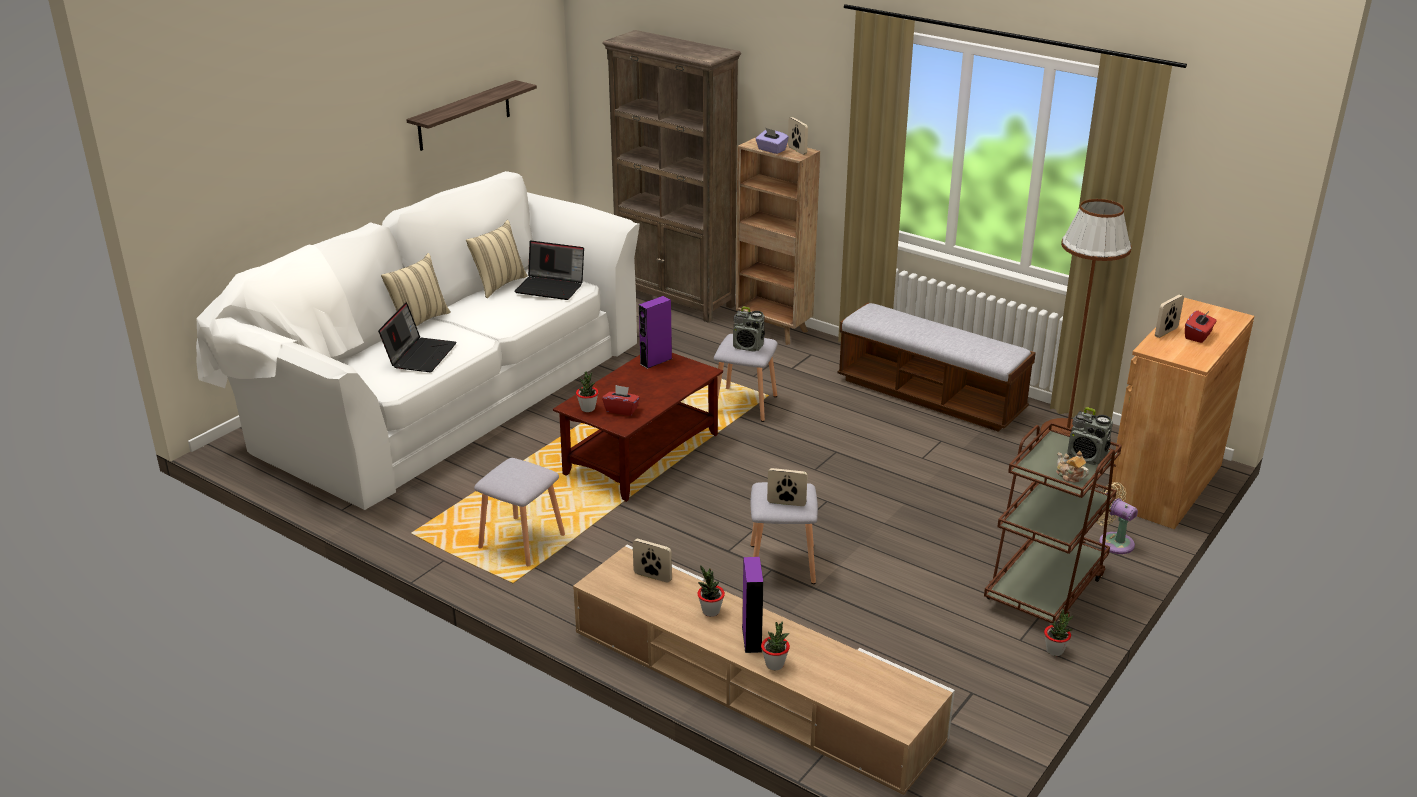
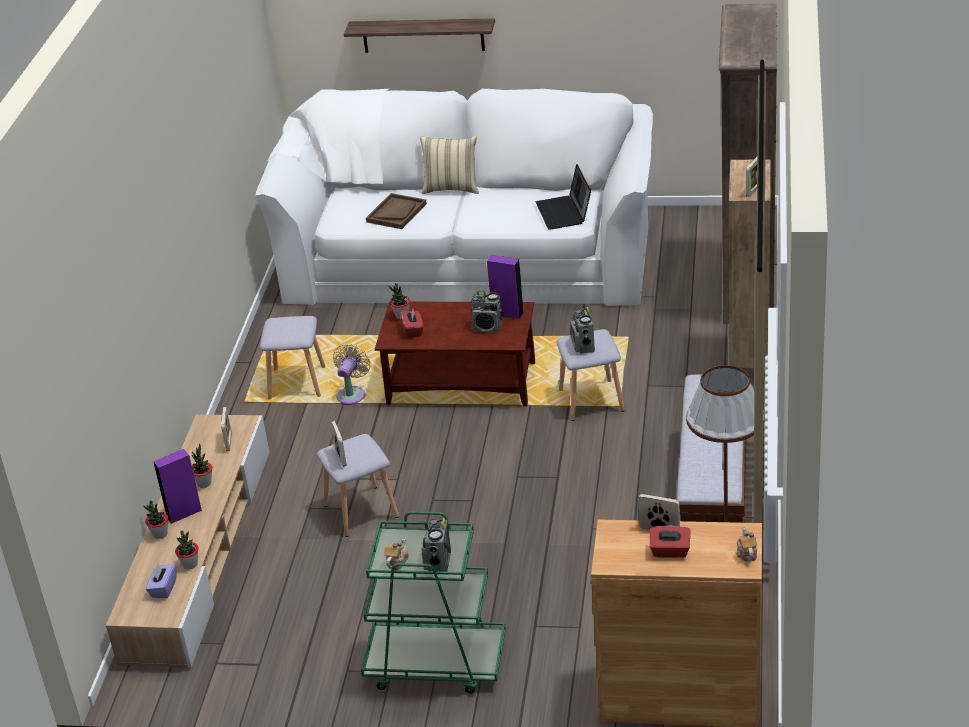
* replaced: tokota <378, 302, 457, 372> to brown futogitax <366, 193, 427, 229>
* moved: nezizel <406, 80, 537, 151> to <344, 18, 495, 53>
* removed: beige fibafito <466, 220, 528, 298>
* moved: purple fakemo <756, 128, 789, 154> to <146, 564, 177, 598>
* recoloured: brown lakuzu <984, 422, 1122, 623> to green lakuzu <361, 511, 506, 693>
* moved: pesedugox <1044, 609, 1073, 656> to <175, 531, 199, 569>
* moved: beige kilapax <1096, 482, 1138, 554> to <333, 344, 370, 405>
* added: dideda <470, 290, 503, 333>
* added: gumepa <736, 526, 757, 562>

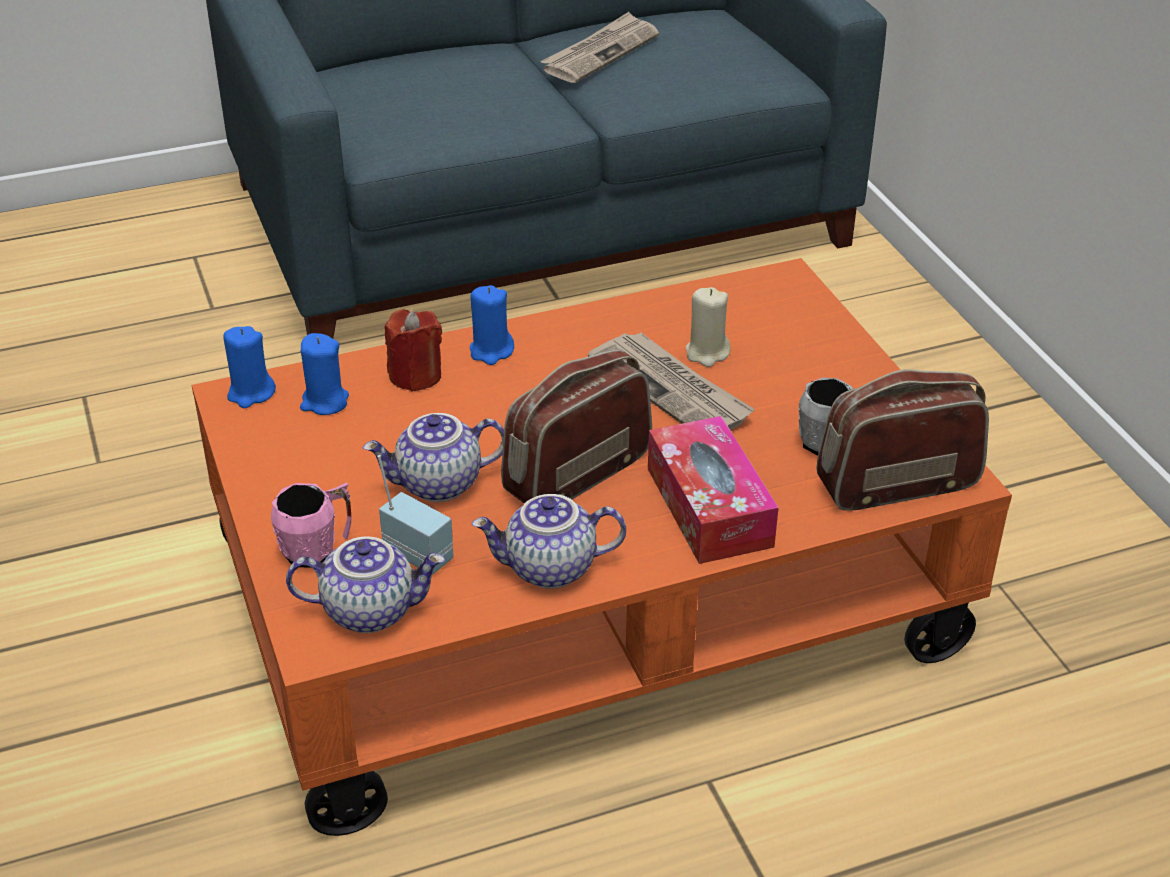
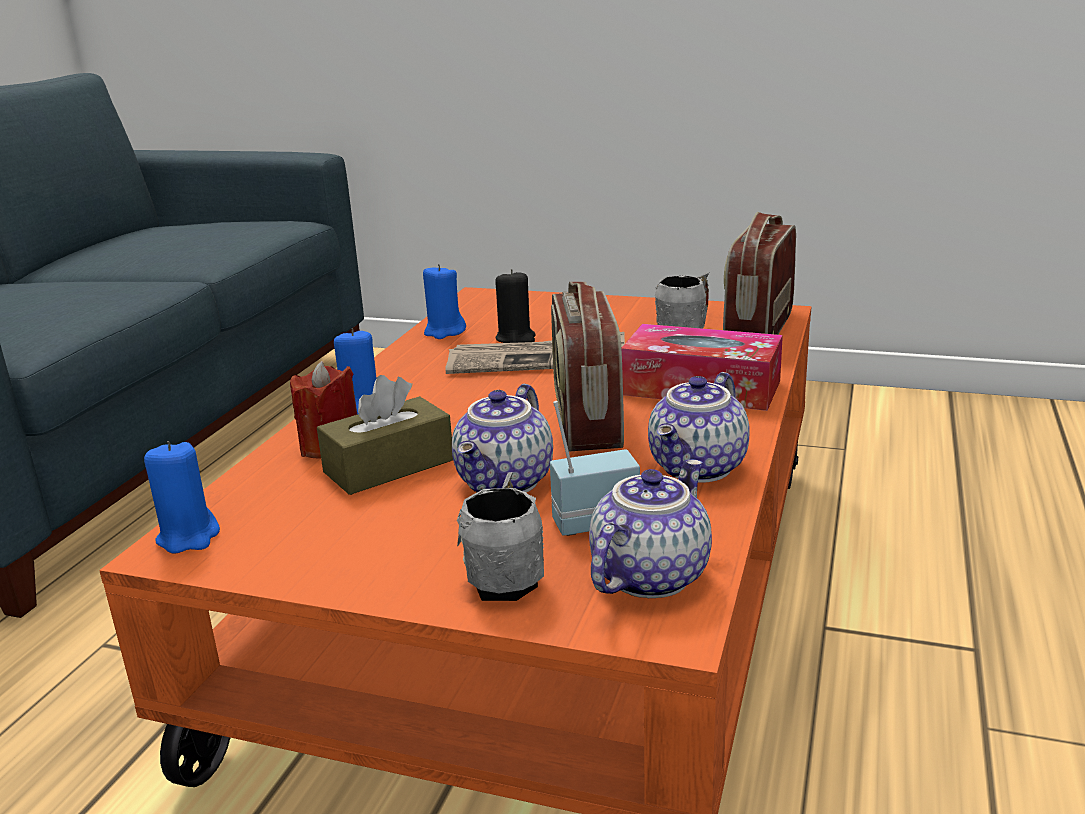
* recoloured: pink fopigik <271, 483, 351, 568> to grey fopigik <457, 472, 544, 601>
* moved: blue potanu <300, 333, 349, 415> to <423, 264, 466, 339>
* removed: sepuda <540, 12, 659, 83>
* recoloured: beige potanu <686, 287, 731, 367> to black potanu <495, 269, 535, 343>
* added: brown fakemo <317, 375, 453, 495>

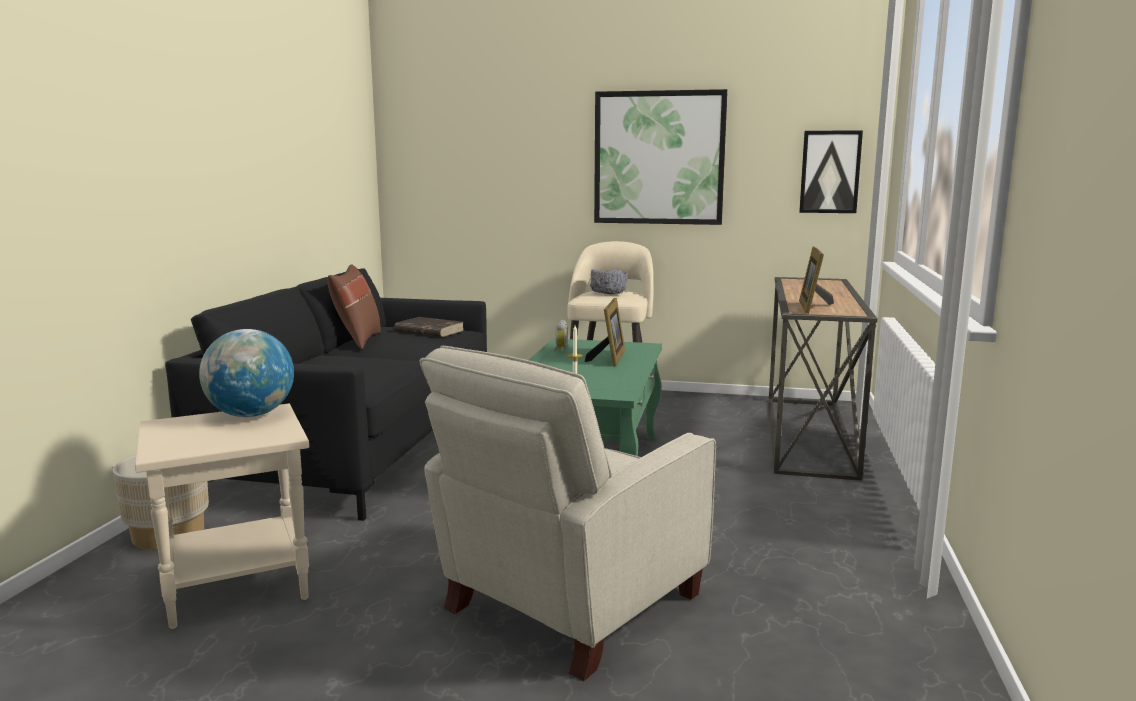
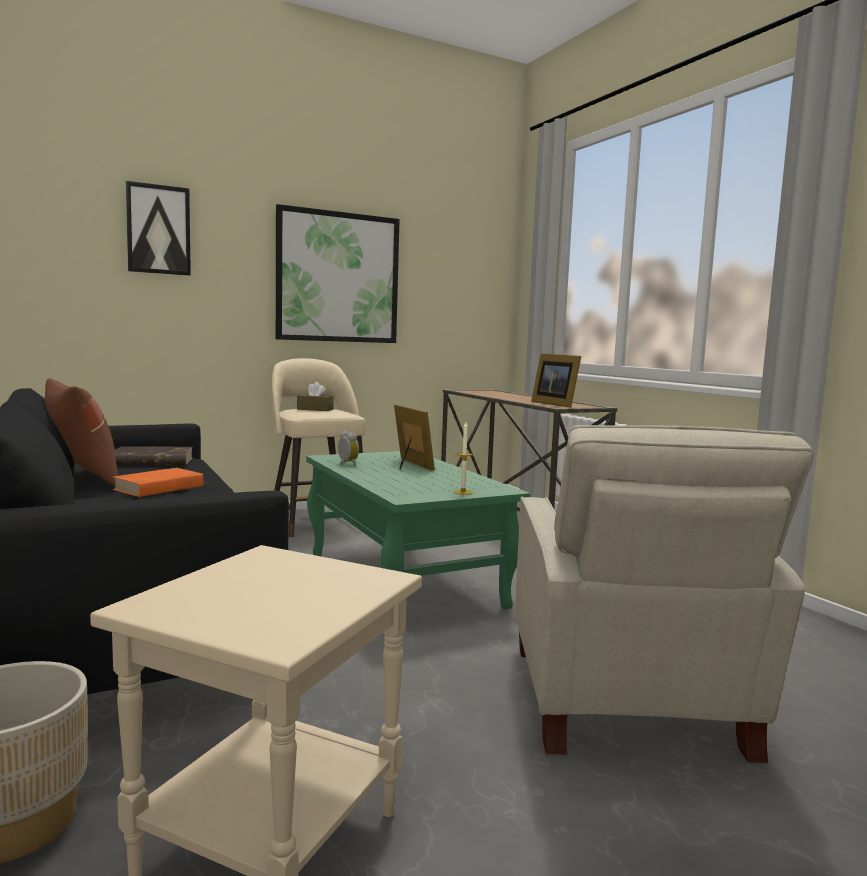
* removed: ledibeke <199, 329, 294, 417>
* replaced: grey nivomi <590, 269, 628, 295> to brown fakemo <297, 382, 334, 411>
* moved: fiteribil <799, 130, 863, 213> to <126, 181, 191, 276>
* added: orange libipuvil <113, 468, 207, 497>

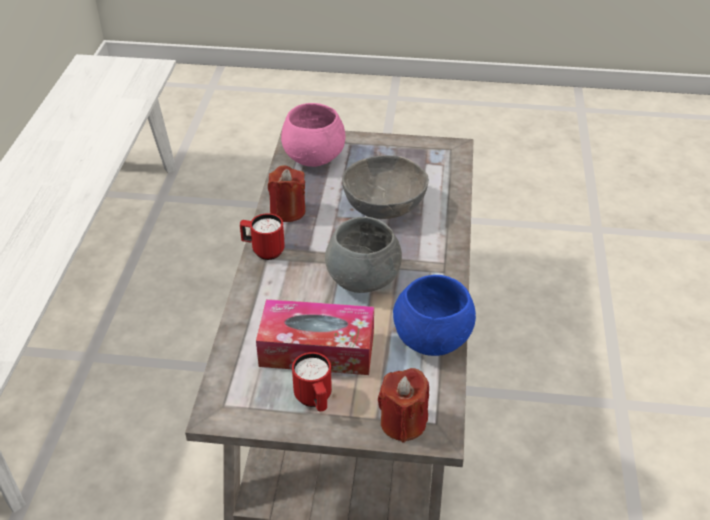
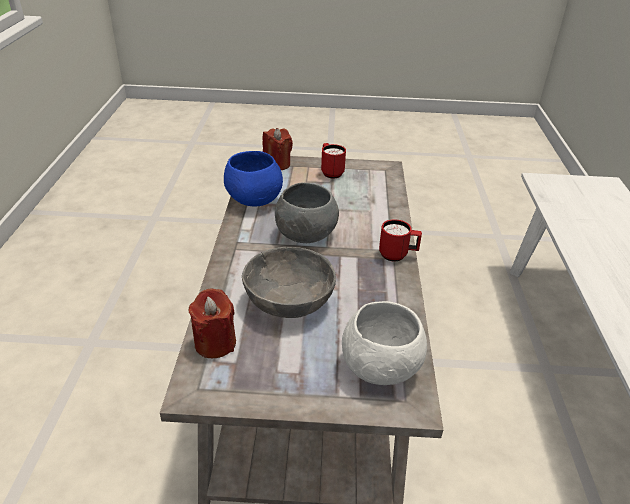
* removed: fakemo <256, 299, 374, 375>
* moved: red potanu <268, 165, 305, 222> to <189, 288, 236, 358>
* recoloured: pink nivomi <281, 103, 345, 167> to white nivomi <342, 301, 427, 385>

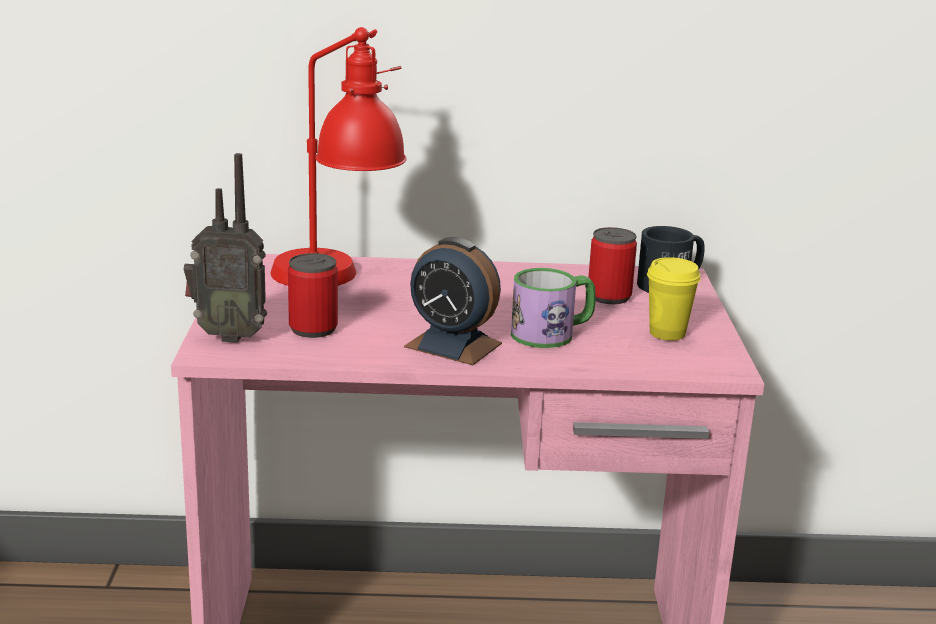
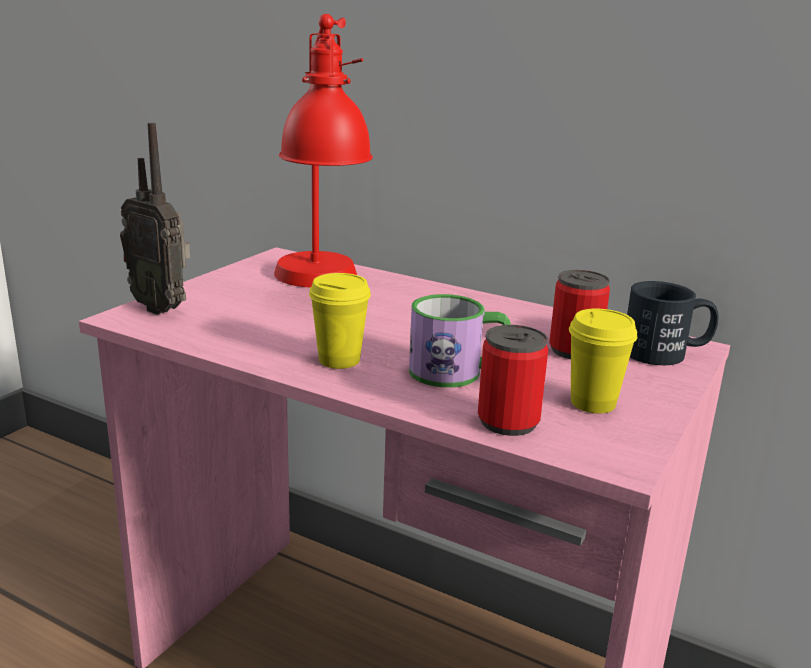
* moved: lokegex <288, 253, 338, 338> to <478, 325, 548, 436>
* replaced: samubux <404, 237, 502, 365> to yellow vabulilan <309, 273, 371, 369>

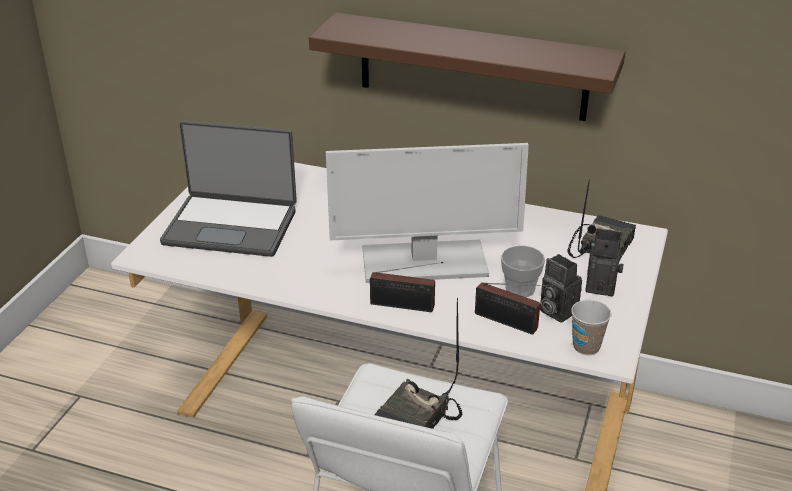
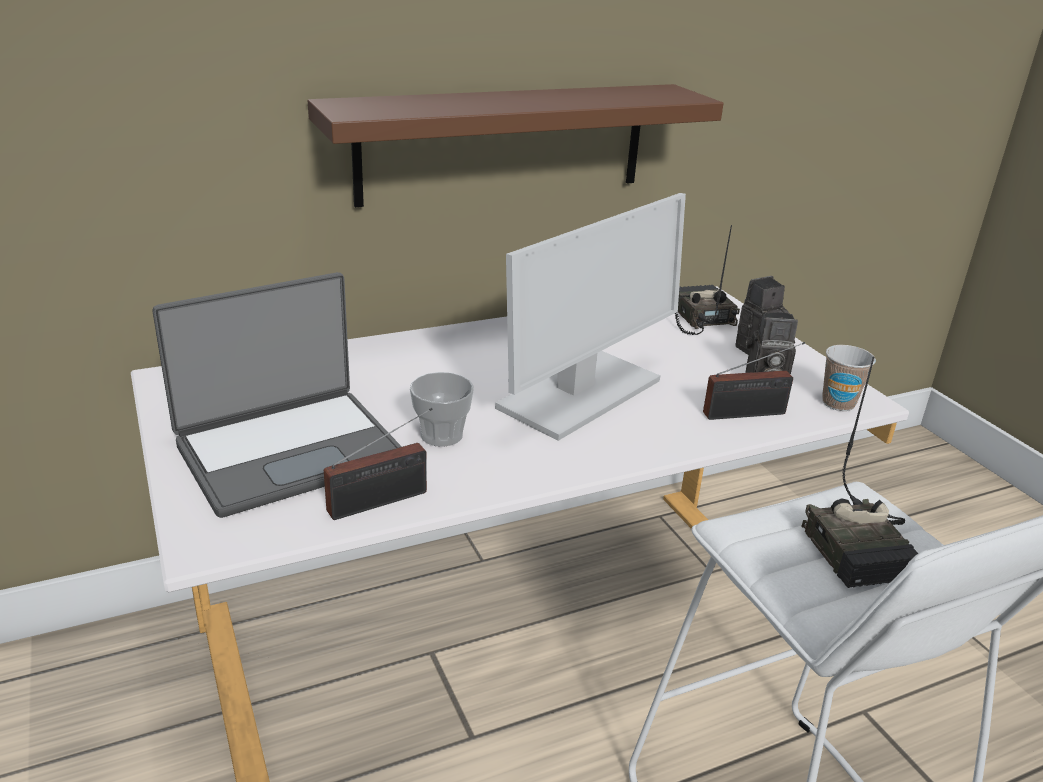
* moved: dideda <370, 262, 443, 312> to <324, 408, 433, 520>
* moved: vabulilan <501, 245, 545, 297> to <410, 372, 474, 447>

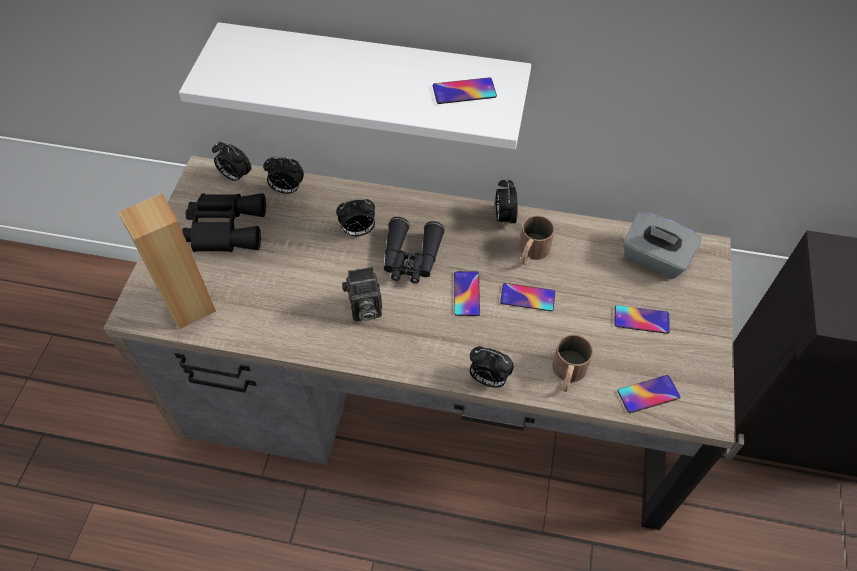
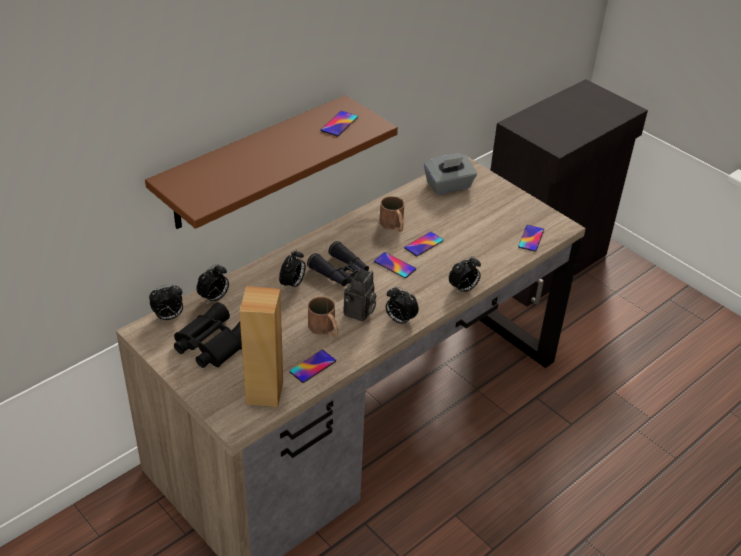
* recoloured: white nezizel <179, 22, 531, 149> to brown nezizel <145, 95, 398, 229>
* moved: samubux <495, 179, 518, 228> to <386, 286, 419, 325>
* moved: brown fopigik <552, 334, 593, 392> to <308, 297, 338, 337>
* moved: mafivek <614, 305, 670, 334> to <289, 350, 336, 383>

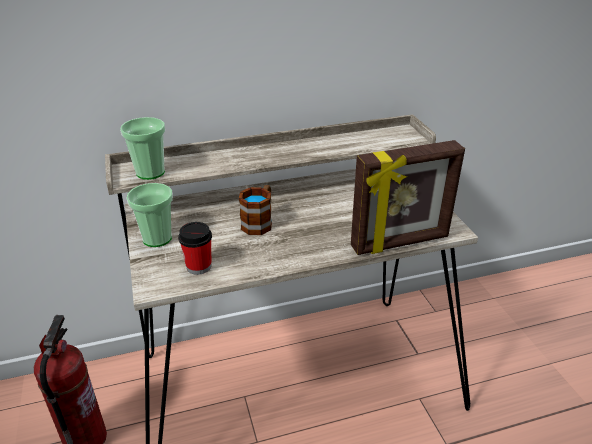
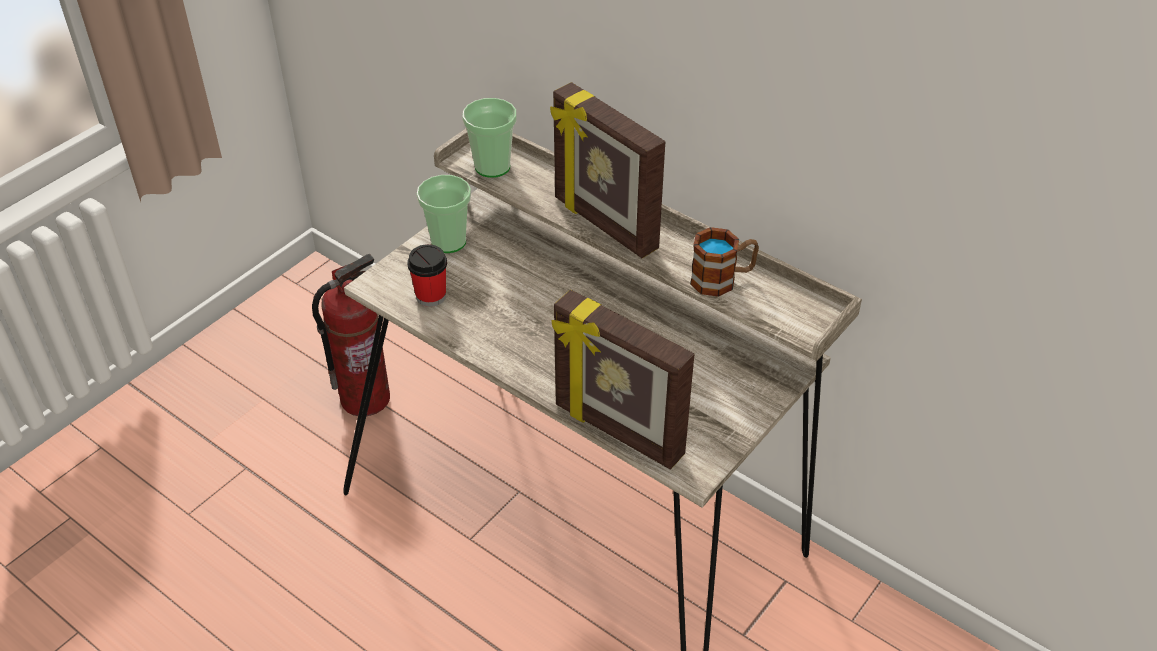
* moved: fopigik <239, 185, 272, 235> to <690, 227, 759, 297>
* added: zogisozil <550, 82, 665, 258>

